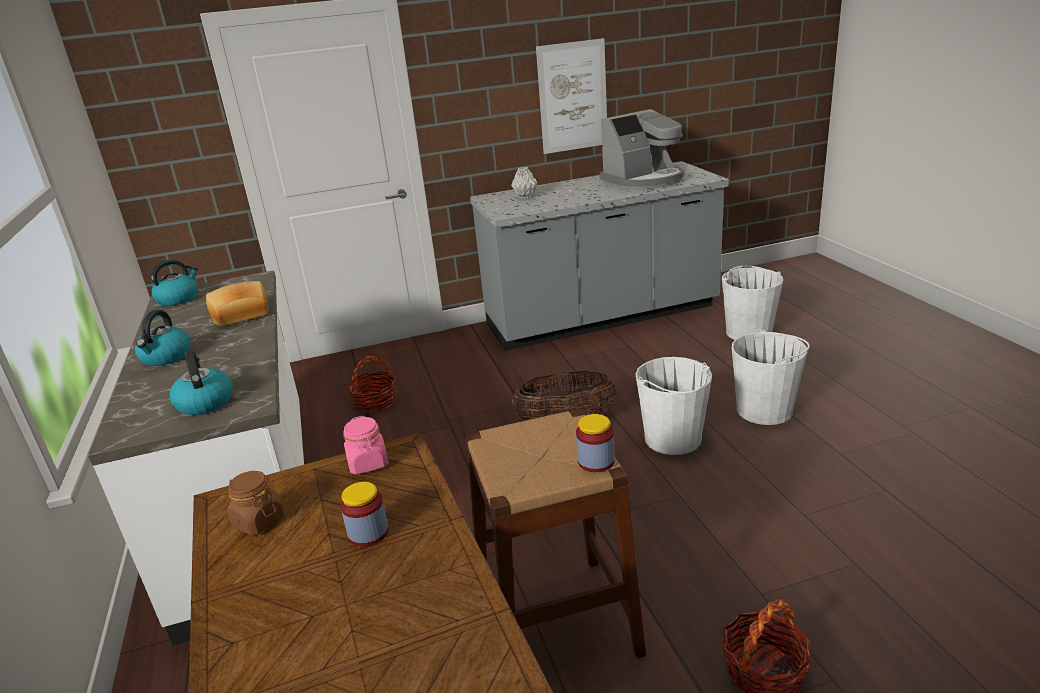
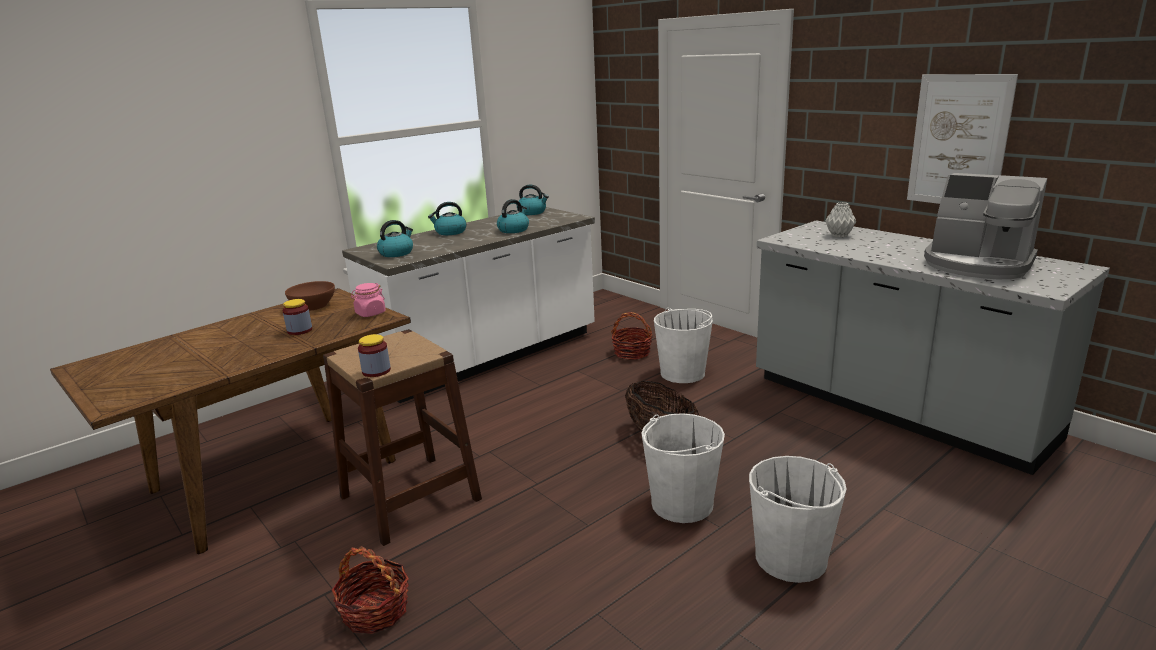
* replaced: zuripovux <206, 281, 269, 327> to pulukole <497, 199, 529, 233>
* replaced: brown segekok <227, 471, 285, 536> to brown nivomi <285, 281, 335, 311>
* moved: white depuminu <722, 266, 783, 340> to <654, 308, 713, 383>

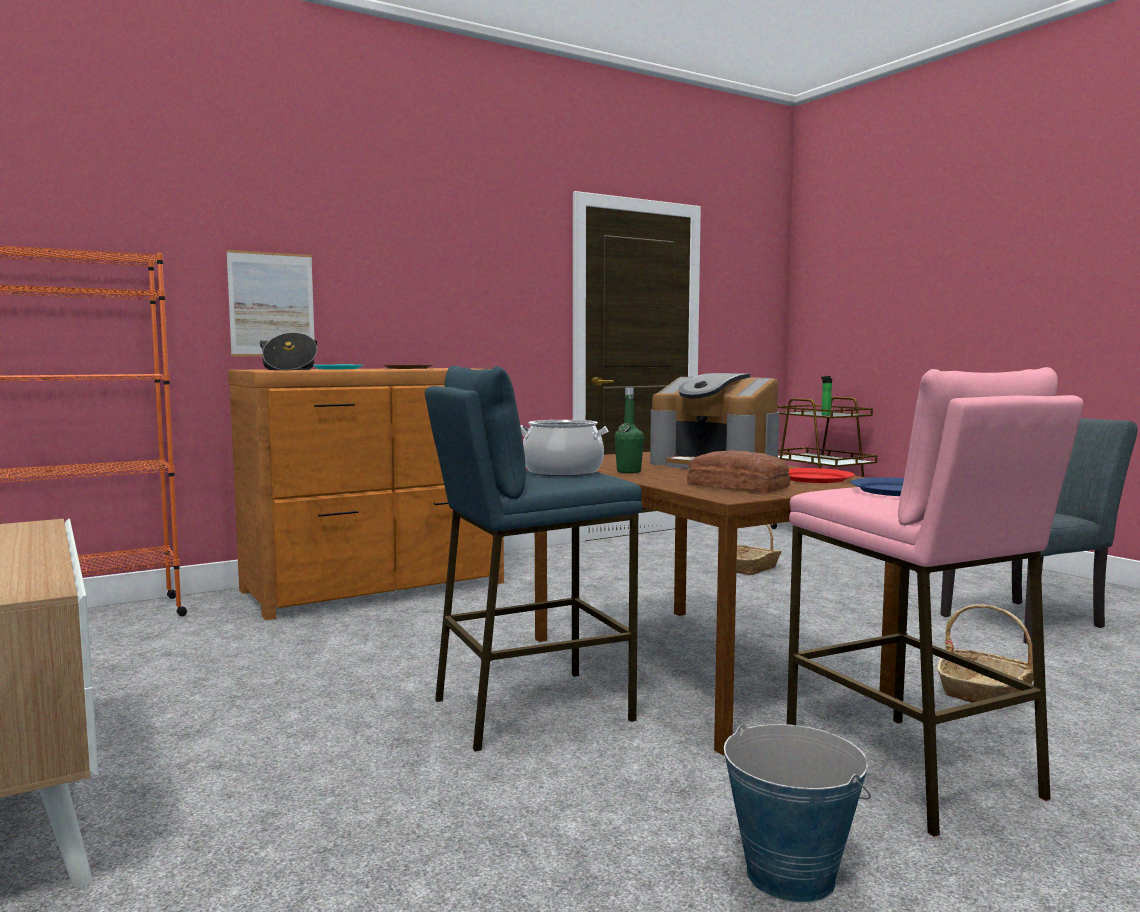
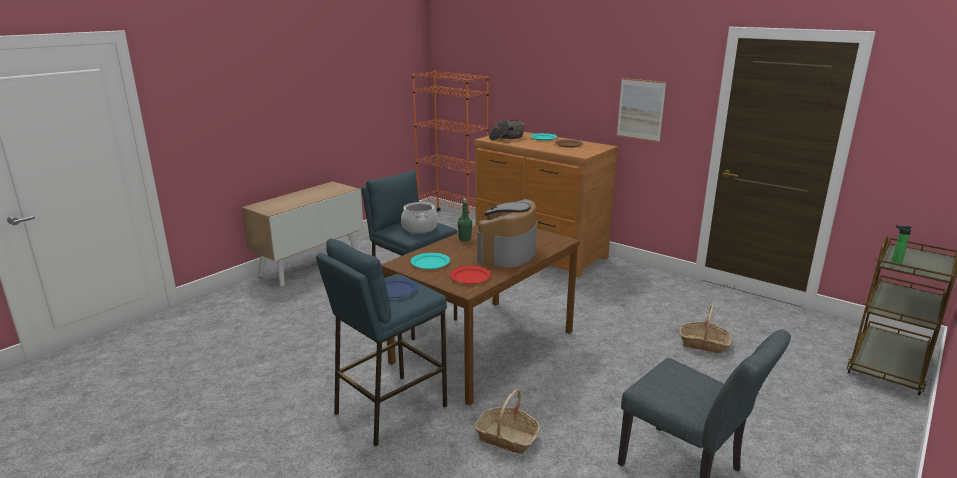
* moved: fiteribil <226, 250, 315, 356> to <617, 78, 666, 142>
* replaced: zuripovux <687, 450, 790, 493> to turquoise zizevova <411, 253, 450, 269>
* removed: depuminu <724, 724, 871, 903>
* recoloured: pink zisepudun <787, 367, 1083, 838> to blue zisepudun <316, 239, 447, 447>

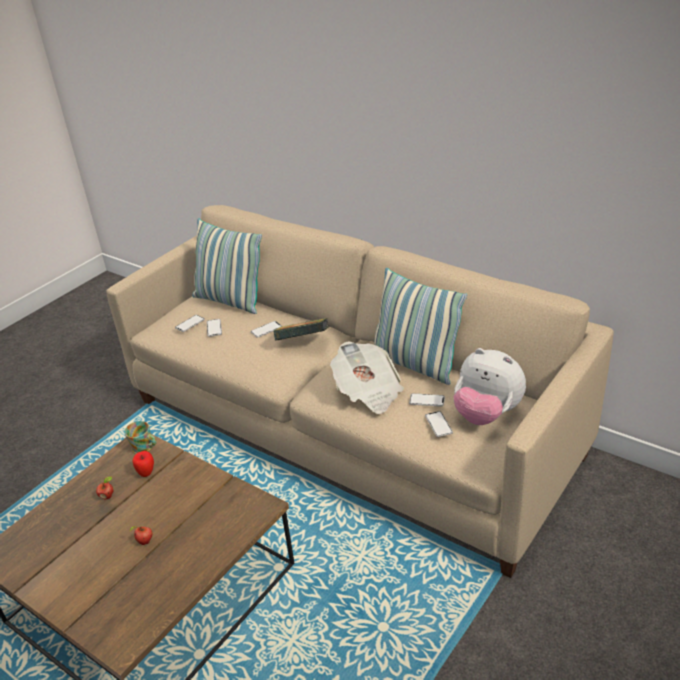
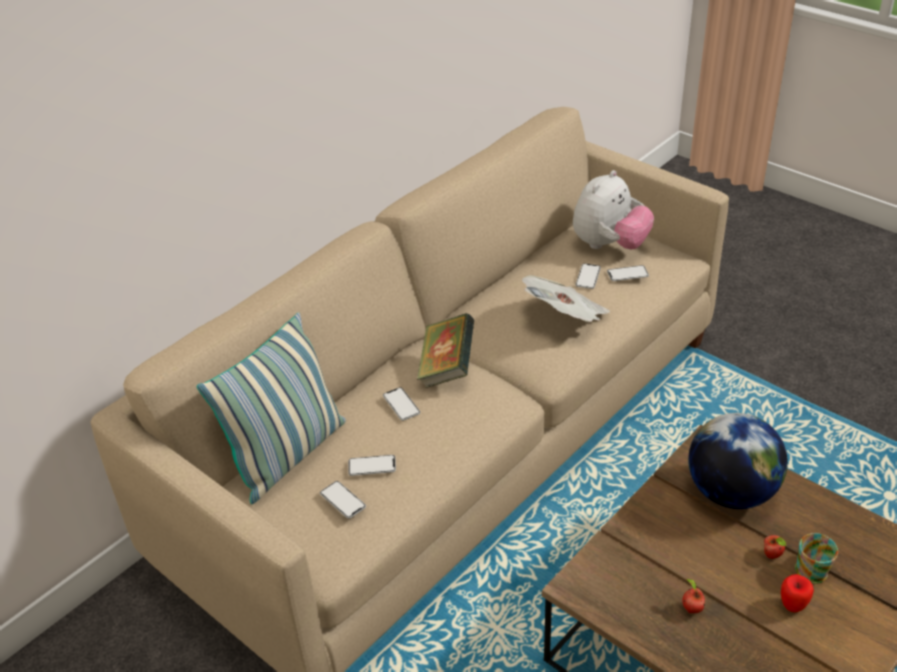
* moved: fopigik <124, 421, 157, 454> to <795, 533, 838, 584>
* moved: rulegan <133, 451, 154, 477> to <781, 574, 814, 612>
* removed: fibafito <374, 268, 468, 385>
* added: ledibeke <688, 413, 788, 509>

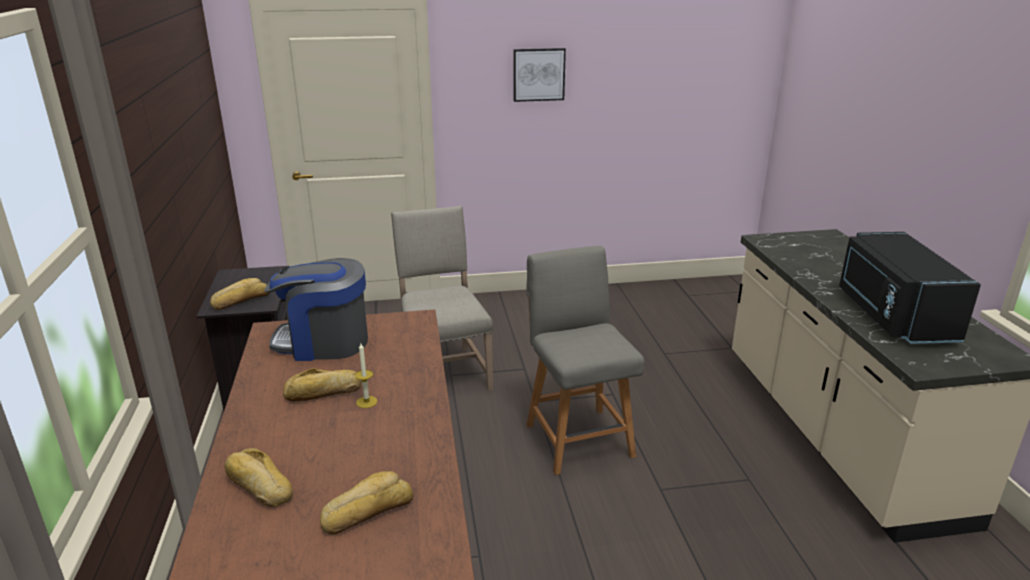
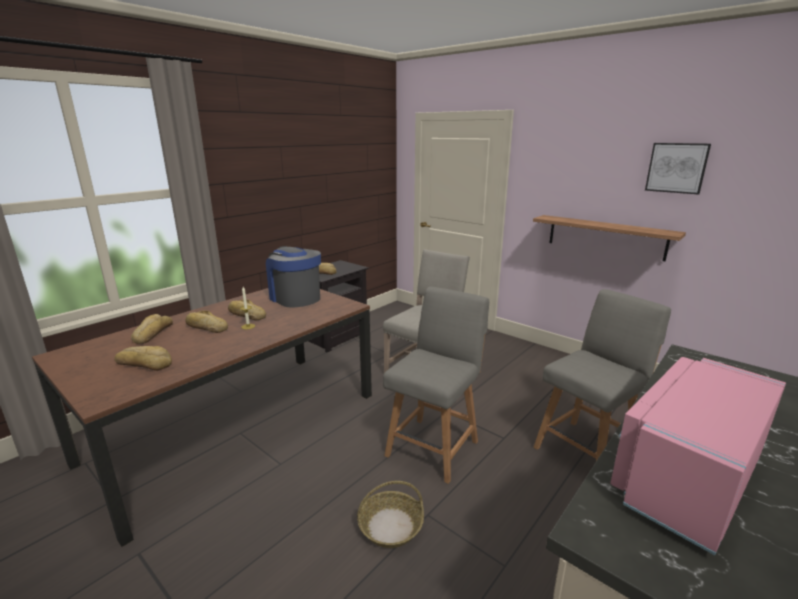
* moved: fiteribil <513, 48, 566, 102> to <645, 143, 711, 195>
* recoloured: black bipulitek <839, 232, 981, 344> to pink bipulitek <610, 357, 786, 555>
* added: zuripovux <185, 311, 228, 333>
* added: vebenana <357, 481, 424, 548>
* added: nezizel <533, 215, 686, 261>
* added: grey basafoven <533, 289, 671, 461>

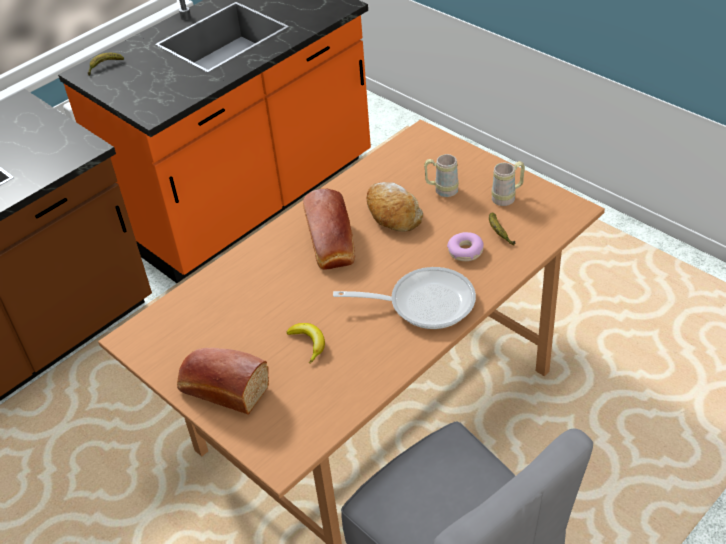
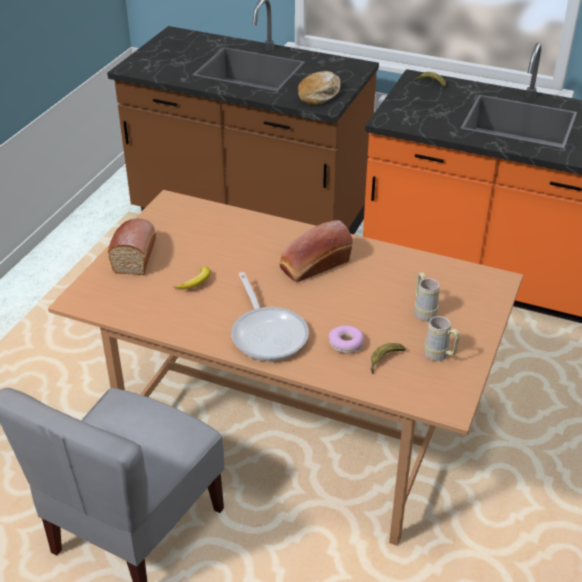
* moved: zuripovux <367, 182, 423, 232> to <298, 71, 341, 105>

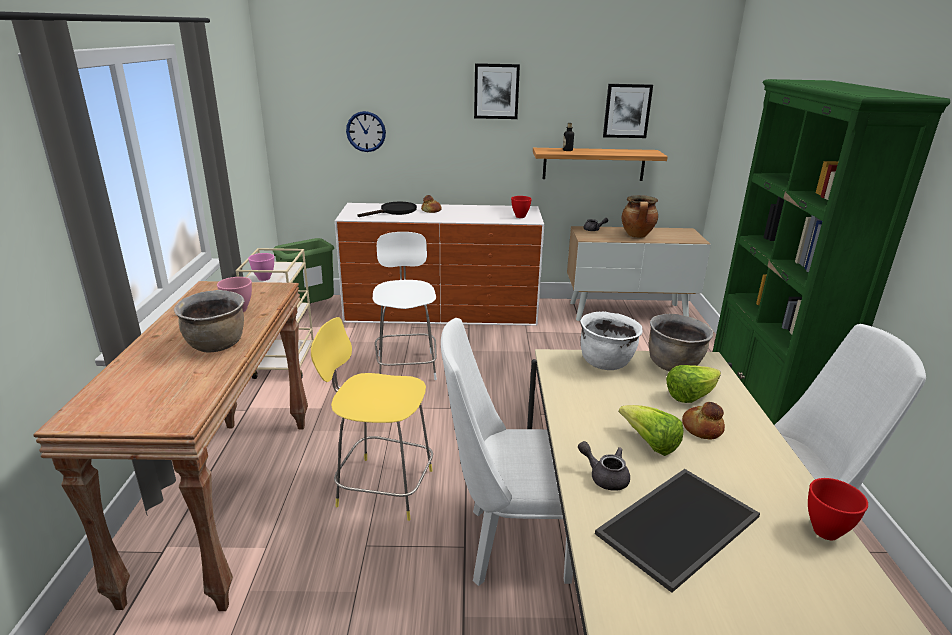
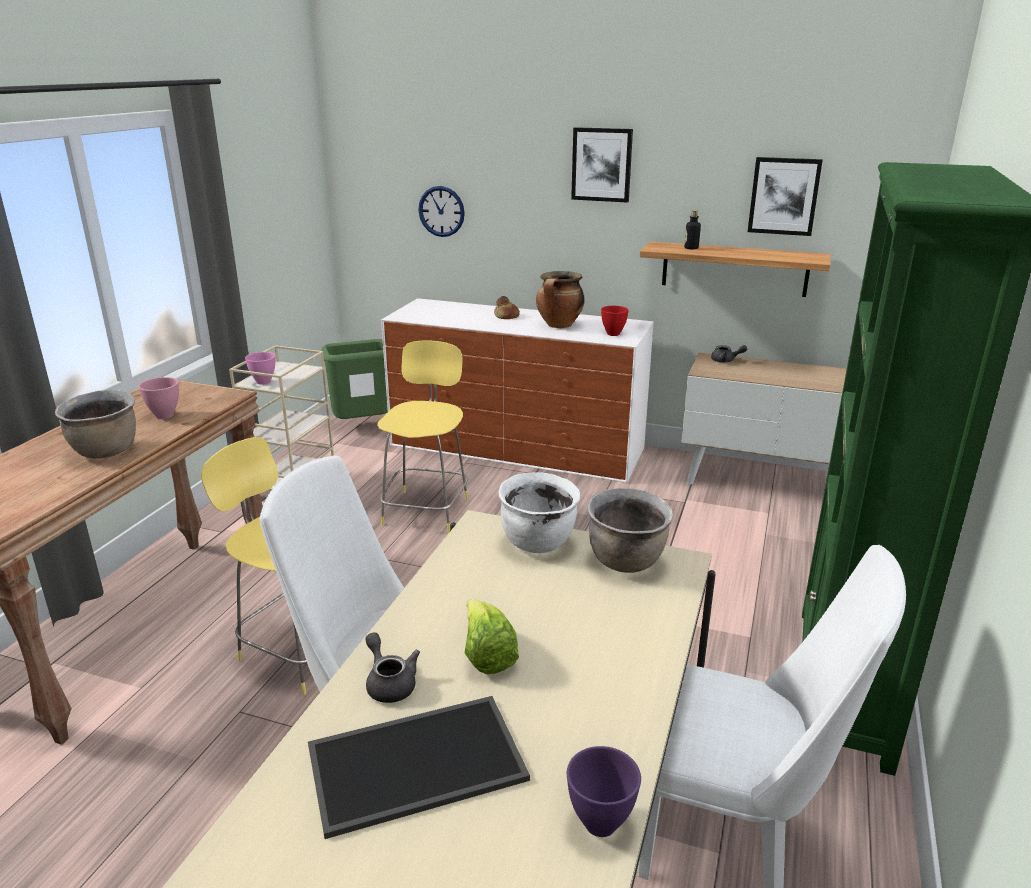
* removed: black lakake <357, 202, 417, 217>
* recoloured: white zisepudun <373, 232, 437, 380> to yellow zisepudun <377, 340, 468, 533>
* moved: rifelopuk <622, 195, 658, 238> to <536, 271, 585, 328>
* removed: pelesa <666, 365, 721, 403>
* removed: zuripovux <682, 402, 725, 439>
* recoloured: red nivomi <808, 478, 868, 540> to purple nivomi <567, 746, 641, 837>

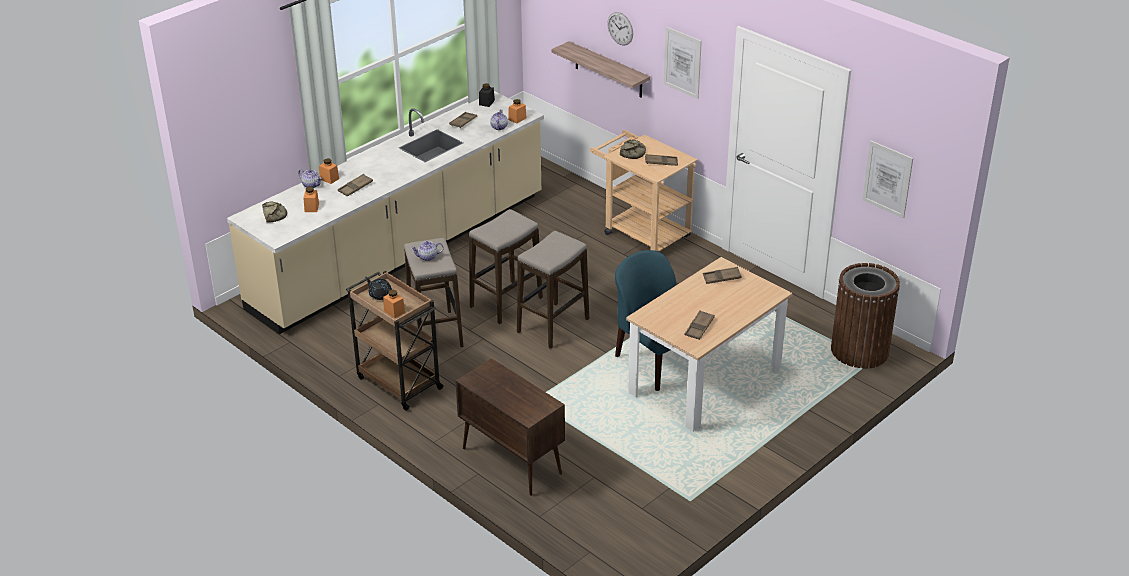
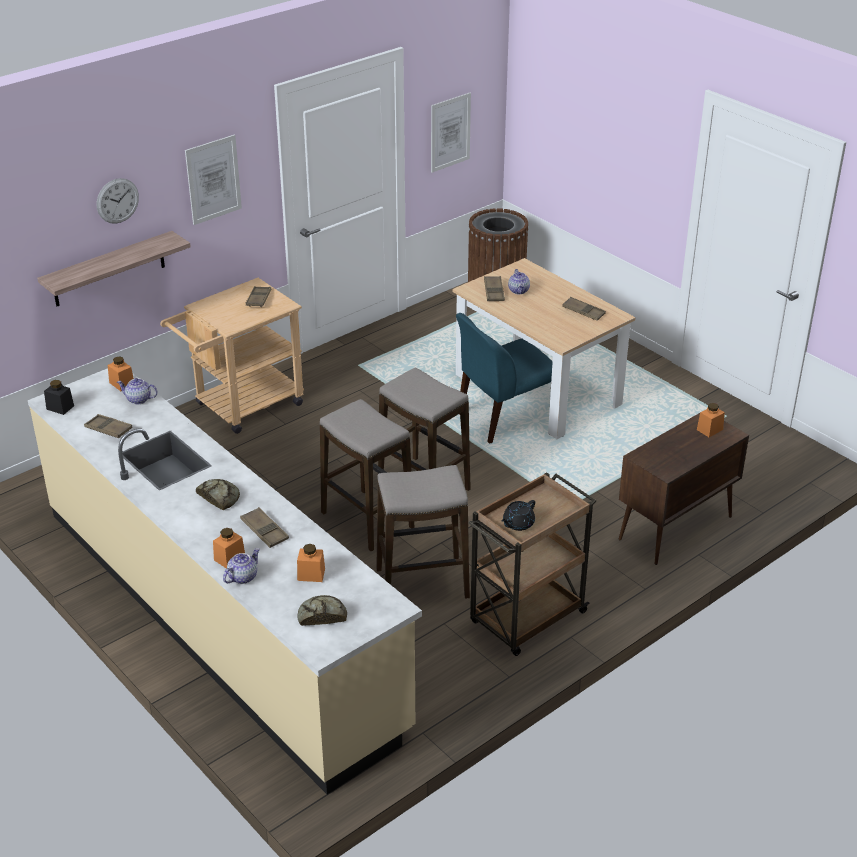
* moved: orange segekok <383, 290, 405, 318> to <697, 403, 725, 437>
* moved: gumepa <411, 241, 444, 261> to <508, 269, 530, 294>
* moved: zuripovux <620, 140, 646, 159> to <196, 479, 240, 510>

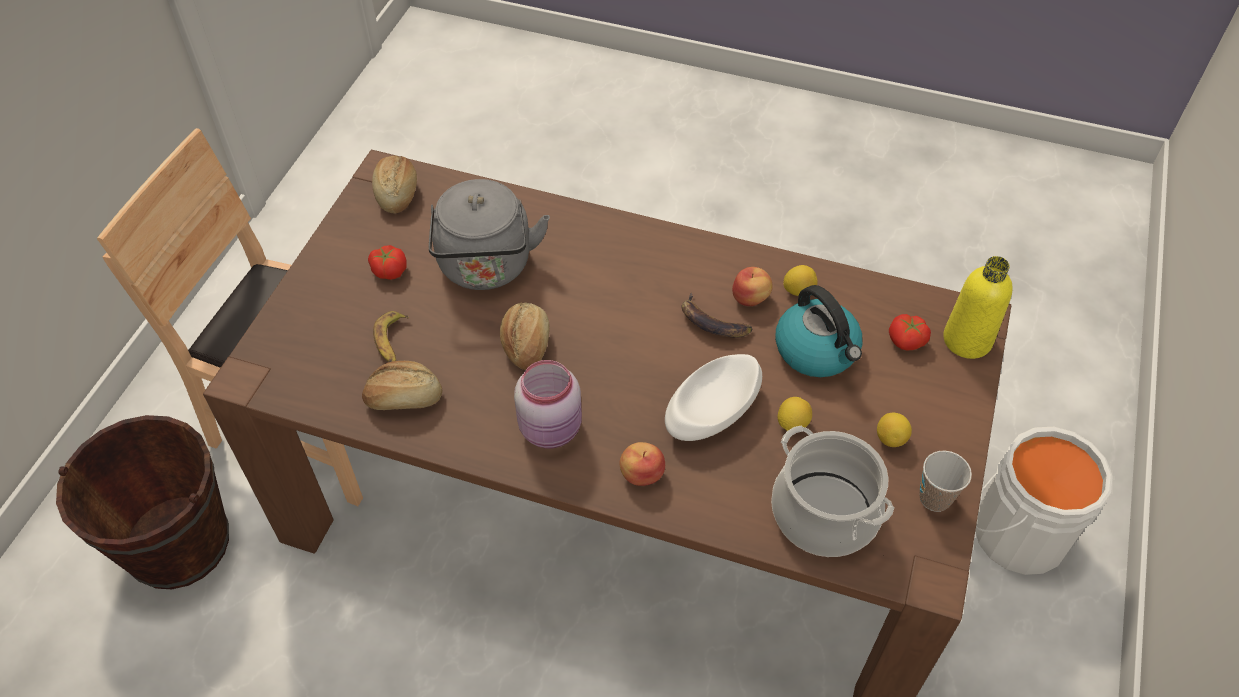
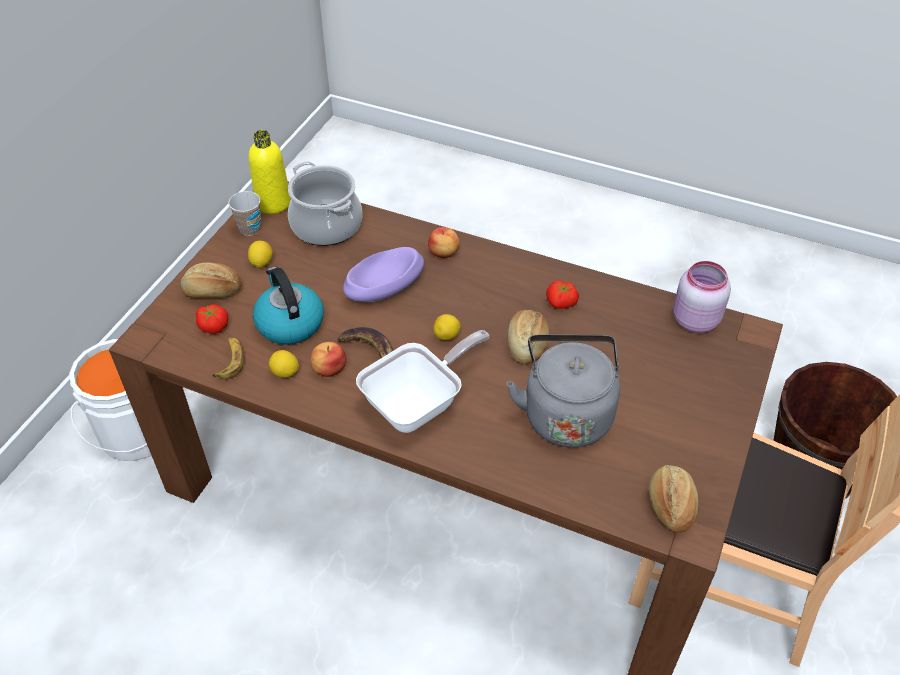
* moved: zuripovux <362, 361, 442, 410> to <180, 263, 242, 298>
* moved: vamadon <368, 245, 407, 280> to <546, 280, 579, 309>
* moved: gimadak <373, 311, 409, 362> to <212, 337, 244, 380>
* moved: pink segekok <514, 360, 582, 448> to <673, 261, 731, 333>
* recoloured: white nivomi <665, 354, 762, 441> to purple nivomi <343, 247, 424, 302>
* moved: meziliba <778, 397, 812, 431> to <433, 314, 461, 340>
* moved: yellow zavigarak <943, 256, 1013, 359> to <248, 130, 291, 214>
* added: lakake <356, 330, 490, 433>

